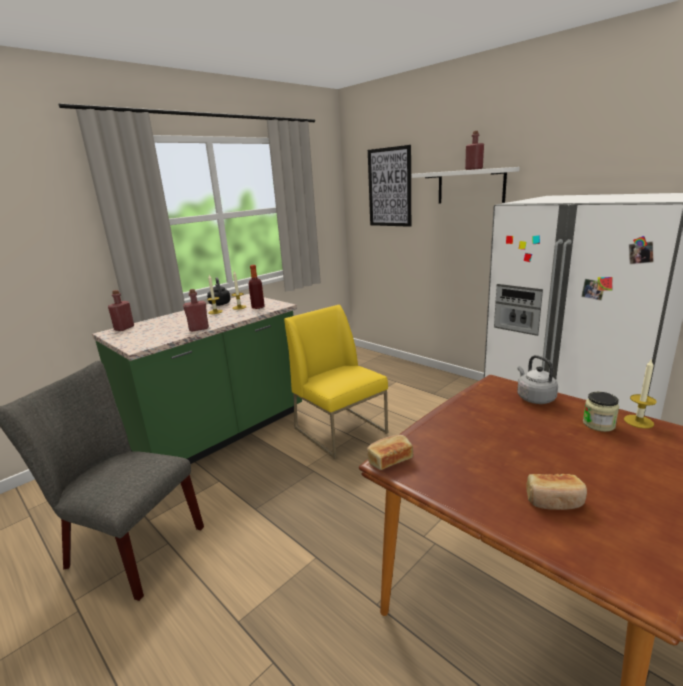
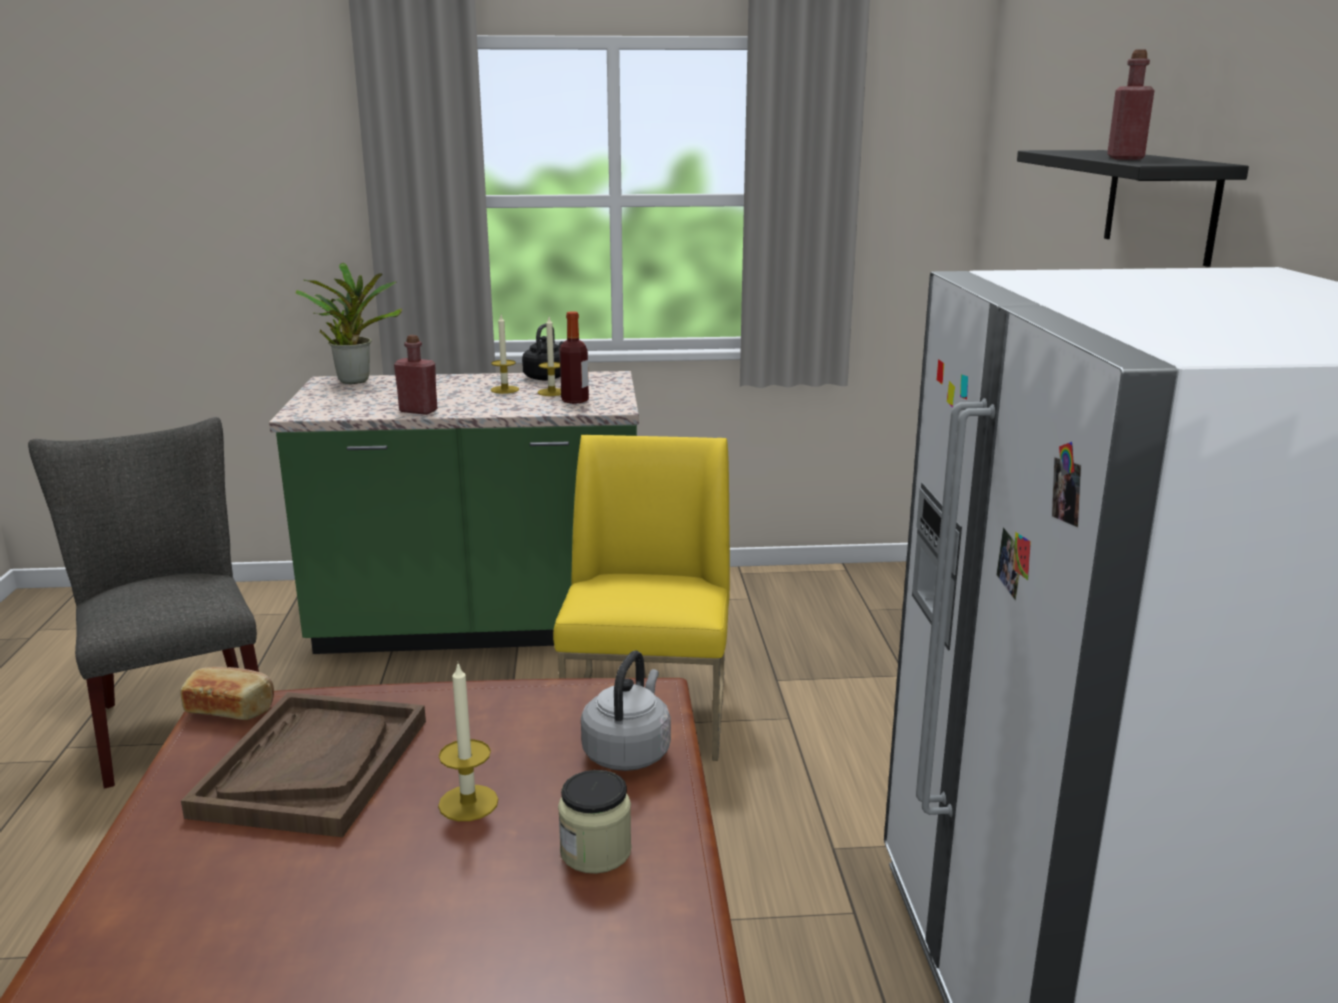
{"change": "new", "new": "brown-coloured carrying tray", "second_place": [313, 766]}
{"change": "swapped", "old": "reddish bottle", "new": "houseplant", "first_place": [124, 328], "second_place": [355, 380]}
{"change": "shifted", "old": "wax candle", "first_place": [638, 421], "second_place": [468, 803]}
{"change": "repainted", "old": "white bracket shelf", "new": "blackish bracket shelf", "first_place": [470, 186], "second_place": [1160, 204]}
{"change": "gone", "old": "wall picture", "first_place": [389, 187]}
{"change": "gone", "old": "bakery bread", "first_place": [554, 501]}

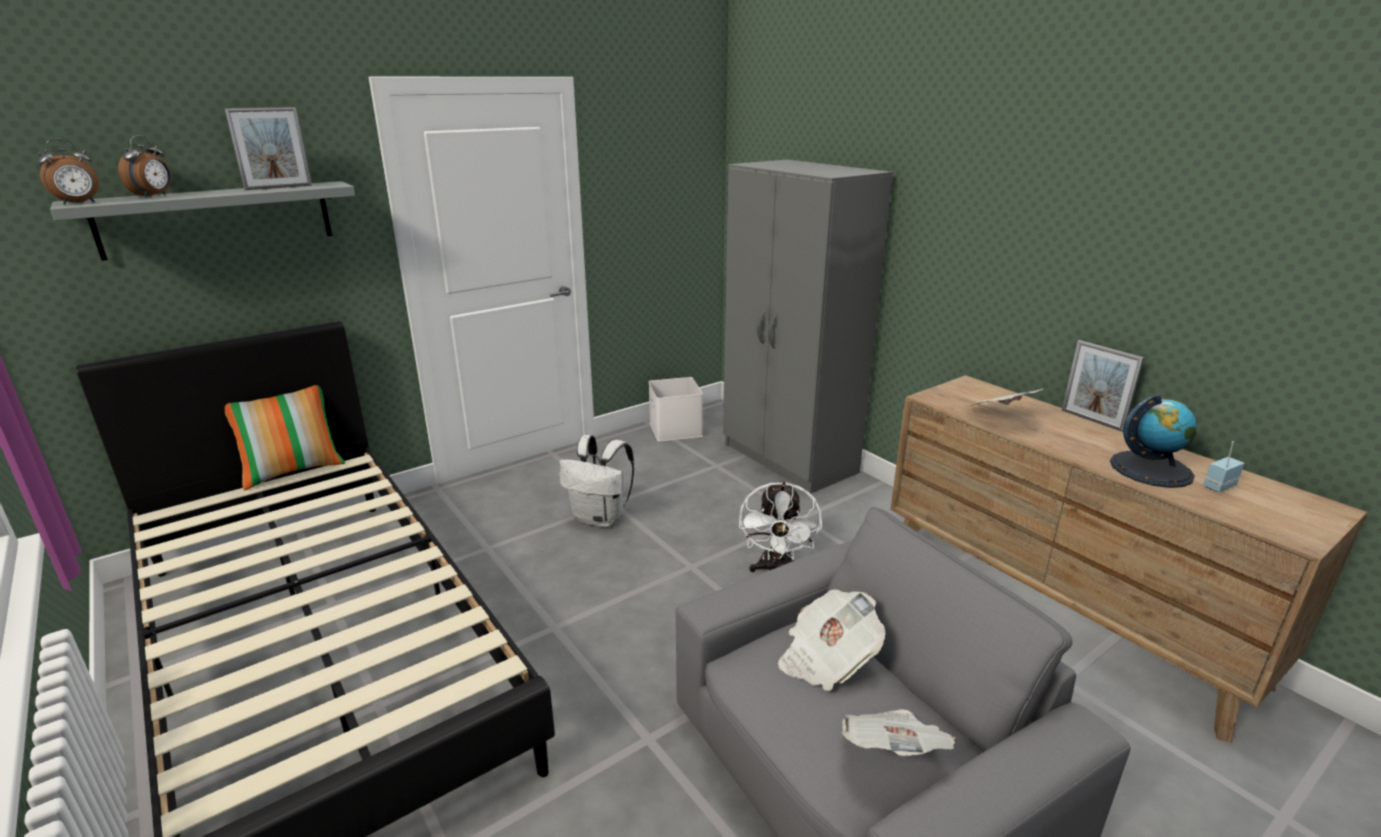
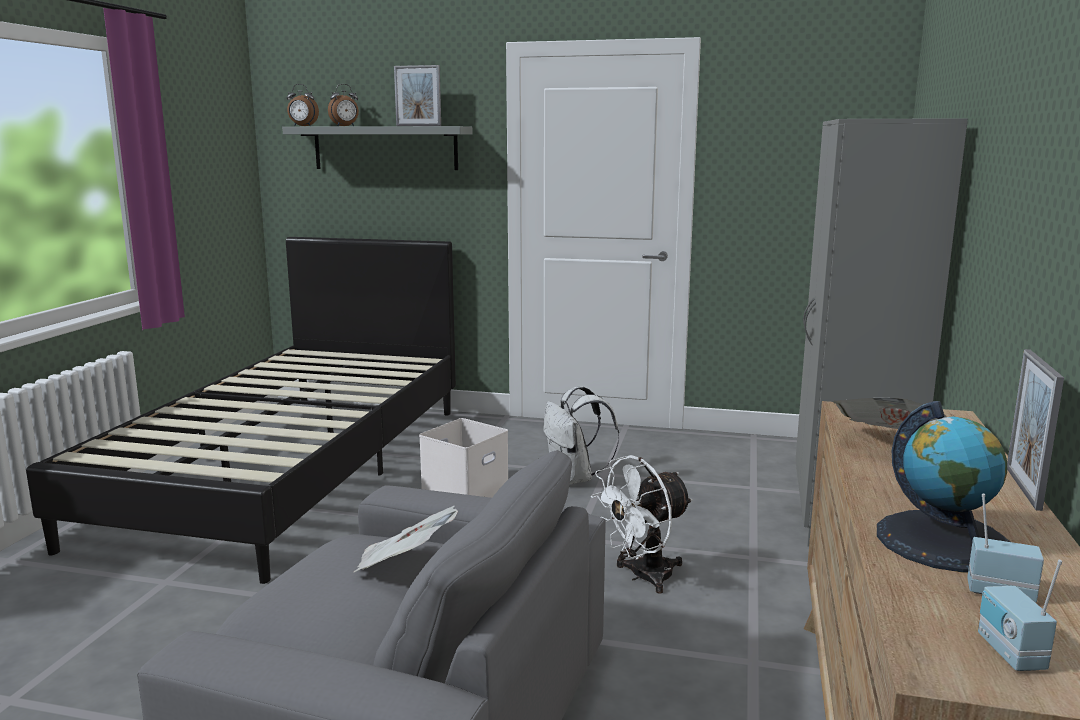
{"change": "shifted", "old": "white storage bin", "first_place": [674, 429], "second_place": [465, 491]}
{"change": "new", "new": "radio receiver", "second_place": [1008, 653]}
{"change": "gone", "old": "throw pillow", "first_place": [293, 470]}
{"change": "gone", "old": "printed paper", "first_place": [892, 752]}

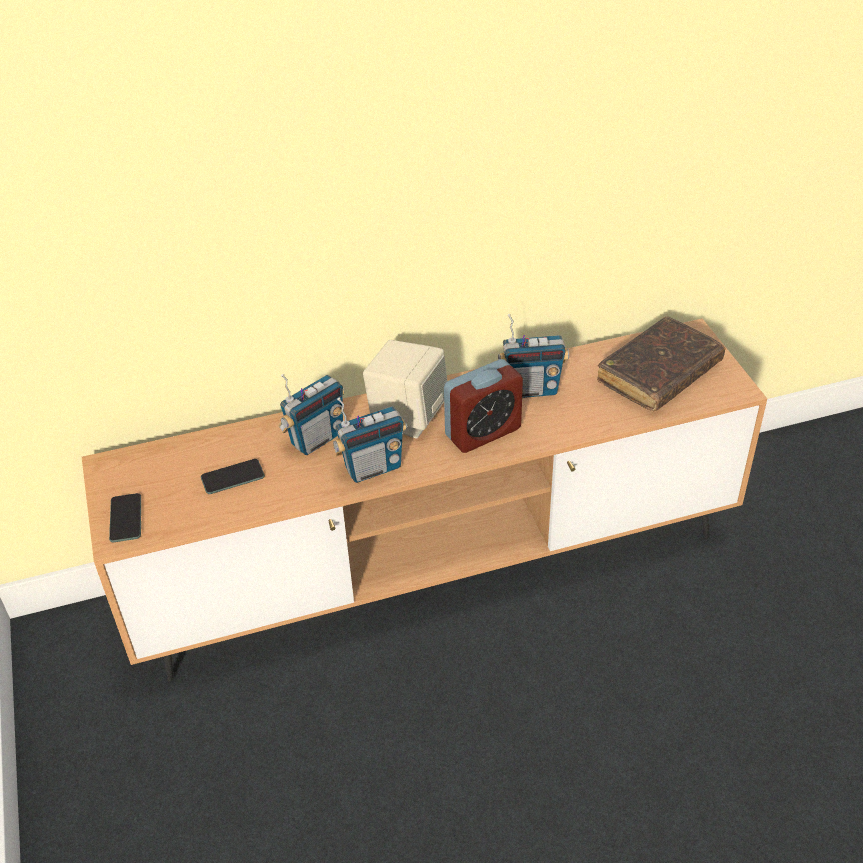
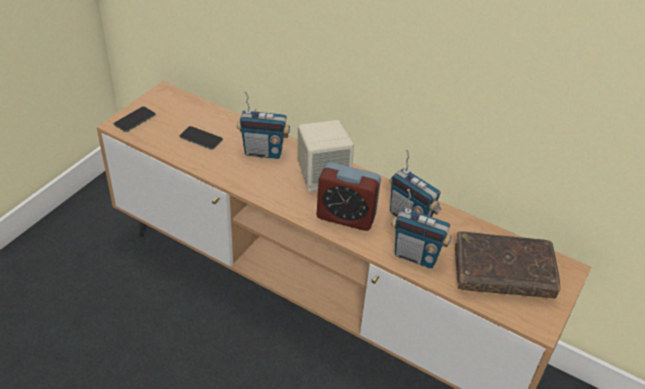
{"change": "shifted", "old": "radio receiver", "first_place": [372, 468], "second_place": [416, 256]}

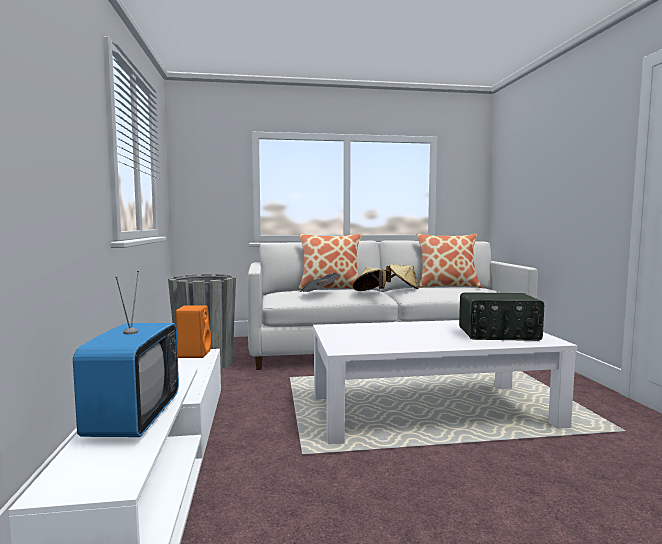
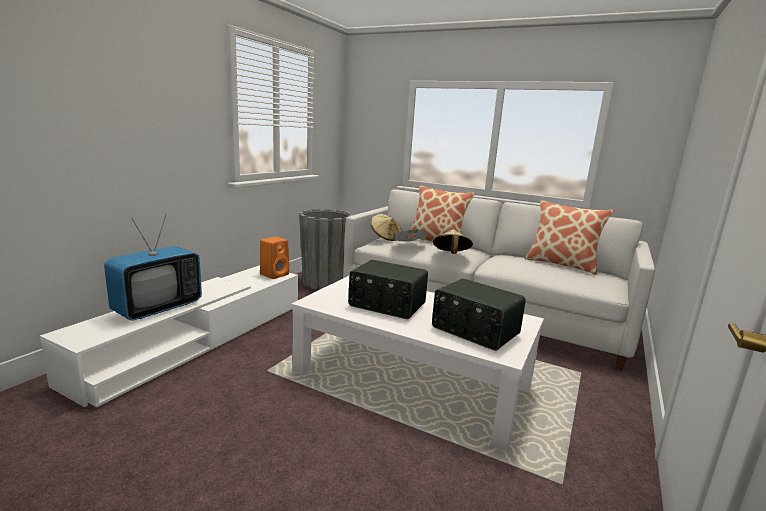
{"change": "new", "new": "radio receiver", "second_place": [386, 305]}
{"change": "shifted", "old": "sand-coloured wearable hat", "first_place": [403, 288], "second_place": [385, 237]}

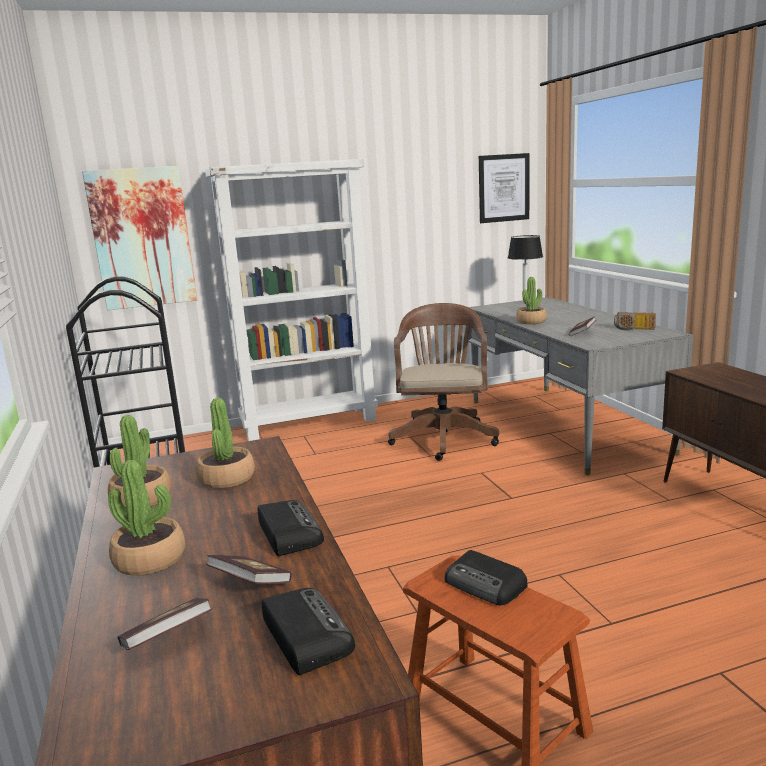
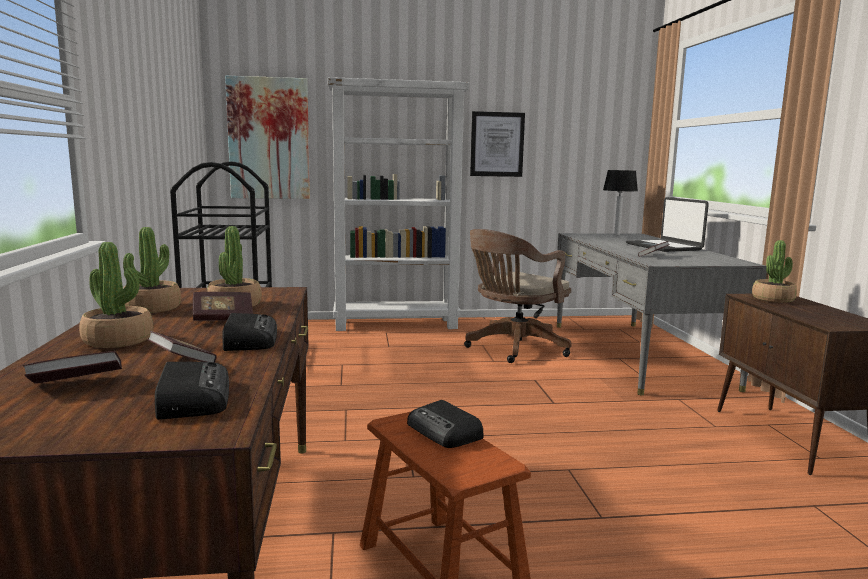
{"change": "new", "new": "bound book", "second_place": [223, 319]}
{"change": "rotated", "old": "brown-coloured office chair", "first_place": [444, 437], "second_place": [514, 348], "degrees": -150}
{"change": "shifted", "old": "wall picture", "first_place": [503, 188], "second_place": [497, 144]}
{"change": "new", "new": "notebook computer", "second_place": [664, 247]}
{"change": "shifted", "old": "houseplant", "first_place": [531, 321], "second_place": [773, 299]}
{"change": "gone", "old": "radio receiver", "first_place": [633, 329]}

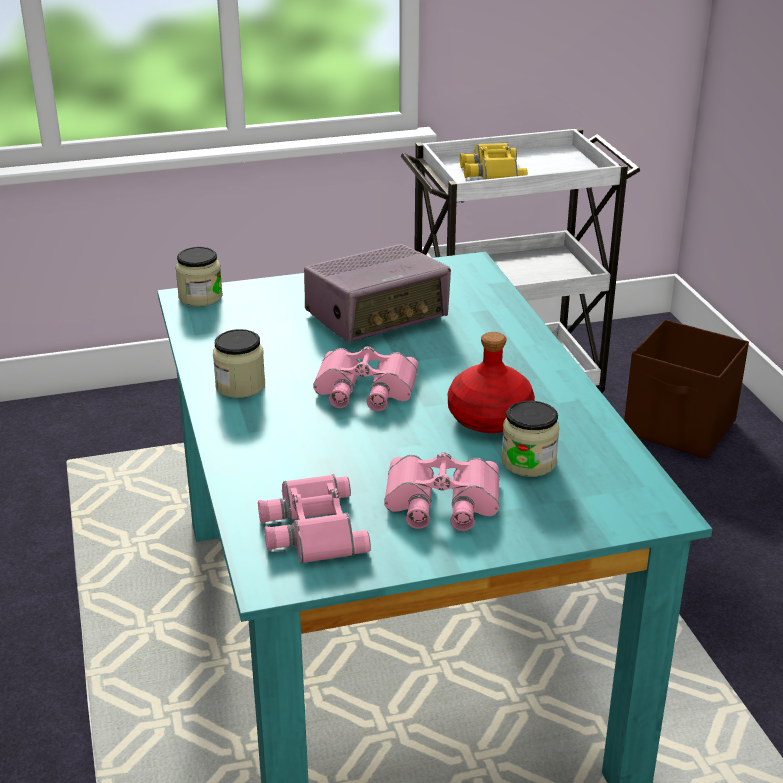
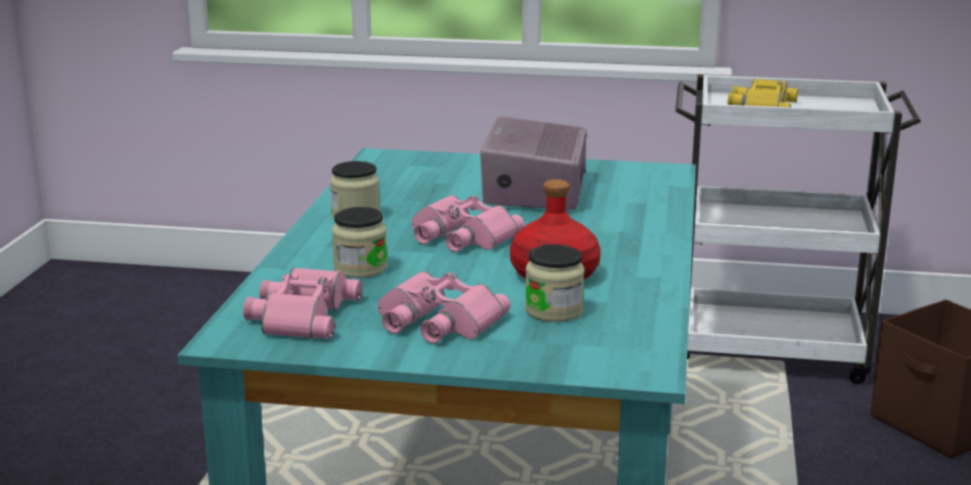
{"change": "shifted", "old": "storage jar", "first_place": [200, 297], "second_place": [360, 268]}
{"change": "rotated", "old": "radio receiver", "first_place": [377, 316], "second_place": [534, 191], "degrees": 105}

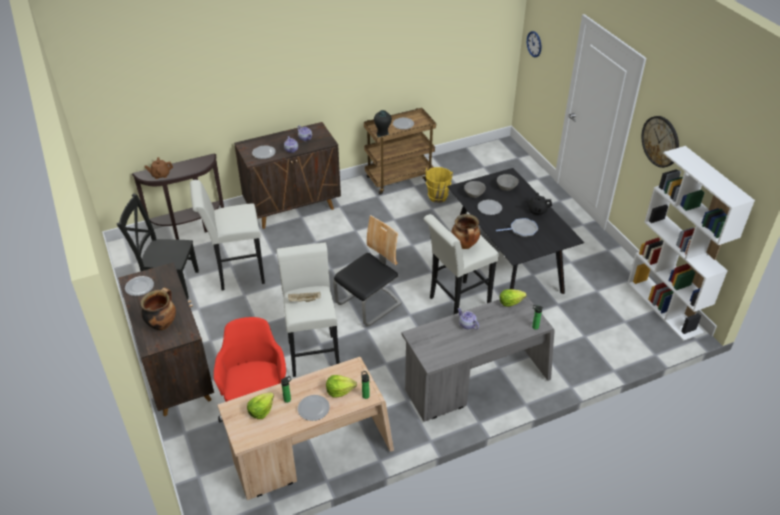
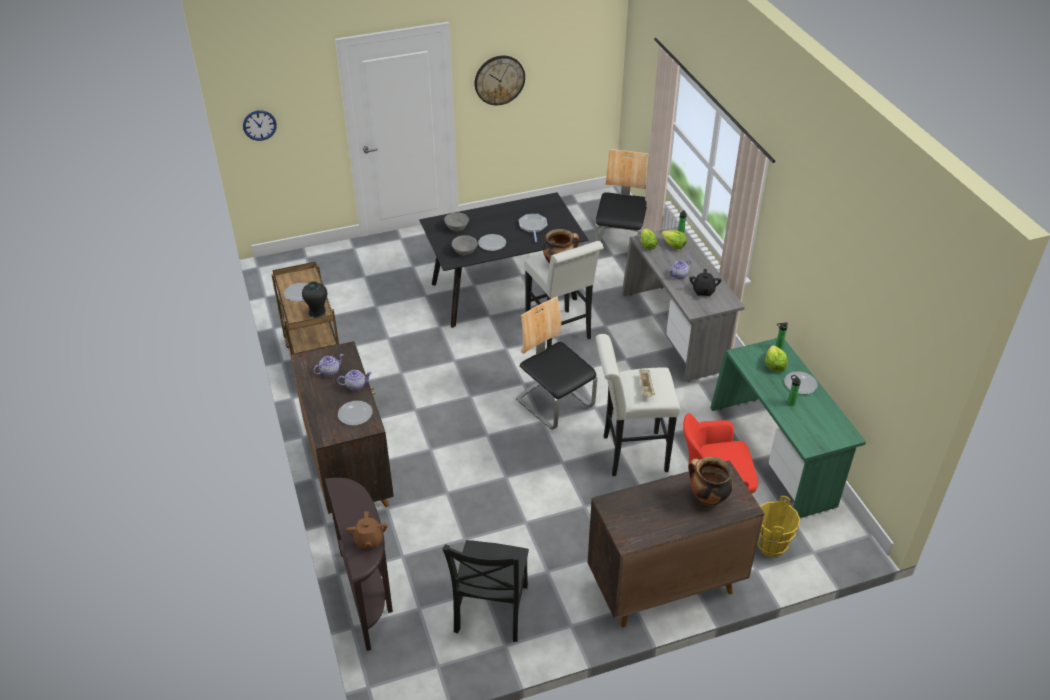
{"change": "new", "new": "chair", "second_place": [620, 243]}
{"change": "shifted", "old": "lettuce", "first_place": [261, 410], "second_place": [673, 245]}
{"change": "shifted", "old": "blackish tea pot", "first_place": [537, 211], "second_place": [703, 291]}
{"change": "repainted", "old": "sand-coloured desk unit", "new": "greenish desk unit", "first_place": [312, 455], "second_place": [774, 456]}
{"change": "shifted", "old": "yellow-coloured pail", "first_place": [437, 197], "second_place": [770, 545]}
{"change": "gone", "old": "dinner plate", "first_place": [139, 287]}
{"change": "gone", "old": "white stool", "first_place": [236, 273]}
{"change": "gone", "old": "white shelving unit", "first_place": [665, 307]}

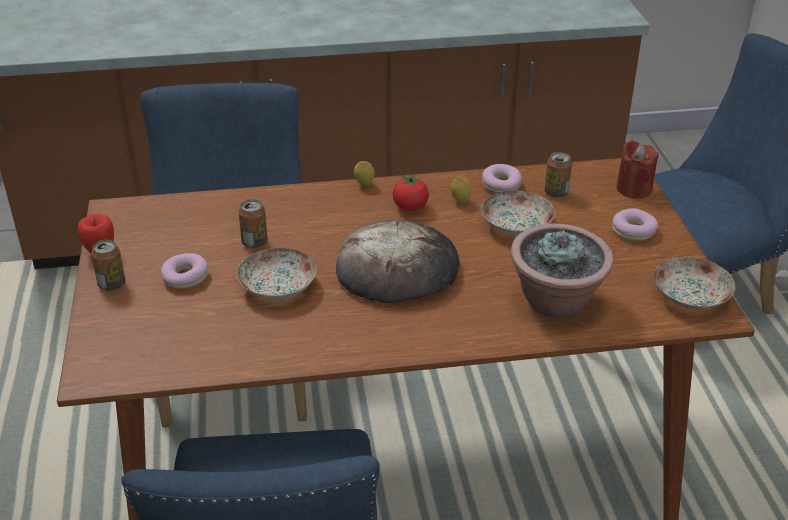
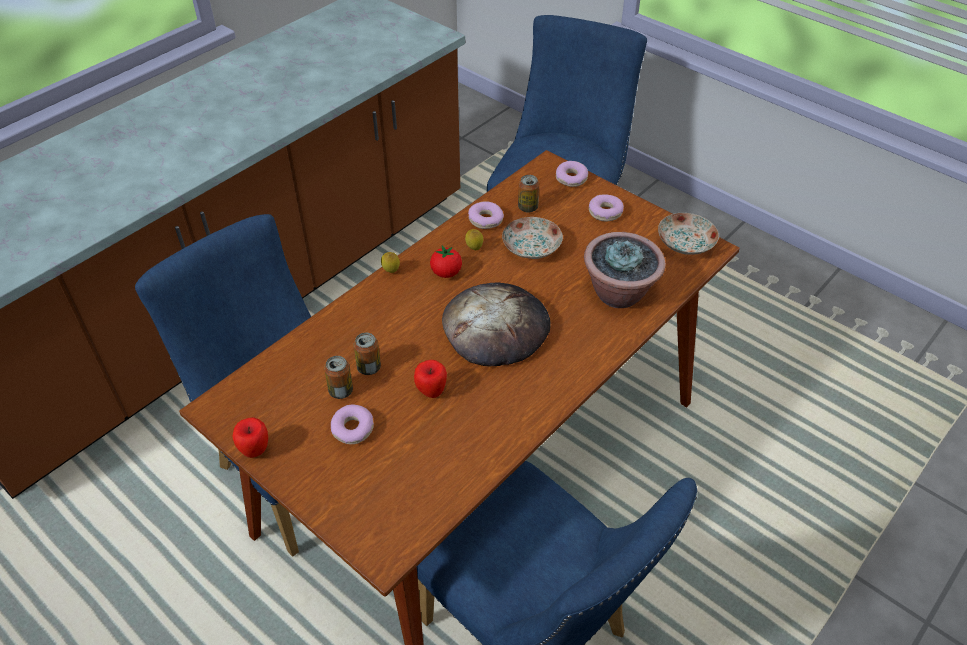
{"change": "shifted", "old": "can", "first_place": [112, 284], "second_place": [341, 391]}
{"change": "swapped", "old": "dinner plate", "new": "apple", "first_place": [279, 286], "second_place": [431, 392]}
{"change": "swapped", "old": "reddish wax candle", "new": "ring doughnut", "first_place": [634, 189], "second_place": [571, 178]}

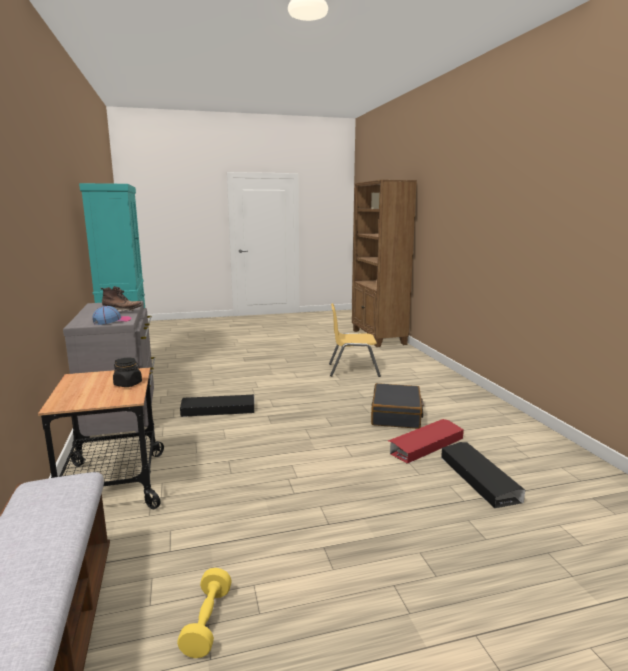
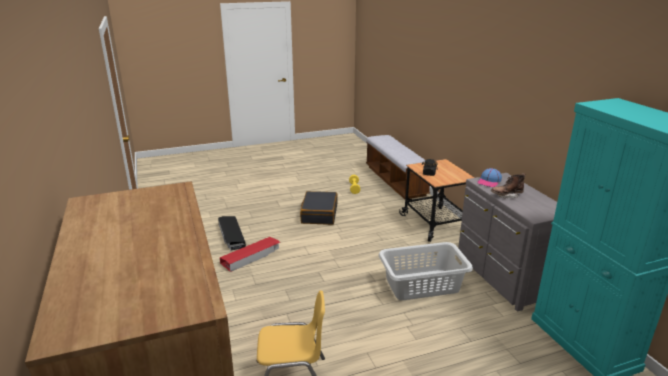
{"change": "shifted", "old": "blackish suitcase", "first_place": [396, 415], "second_place": [319, 214]}
{"change": "swapped", "old": "blackish storage bin", "new": "gray laundry basket", "first_place": [218, 410], "second_place": [423, 285]}

